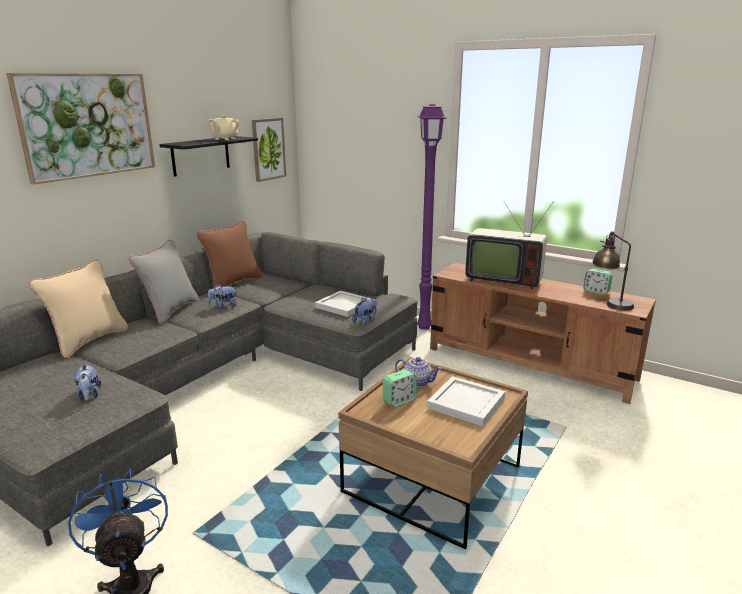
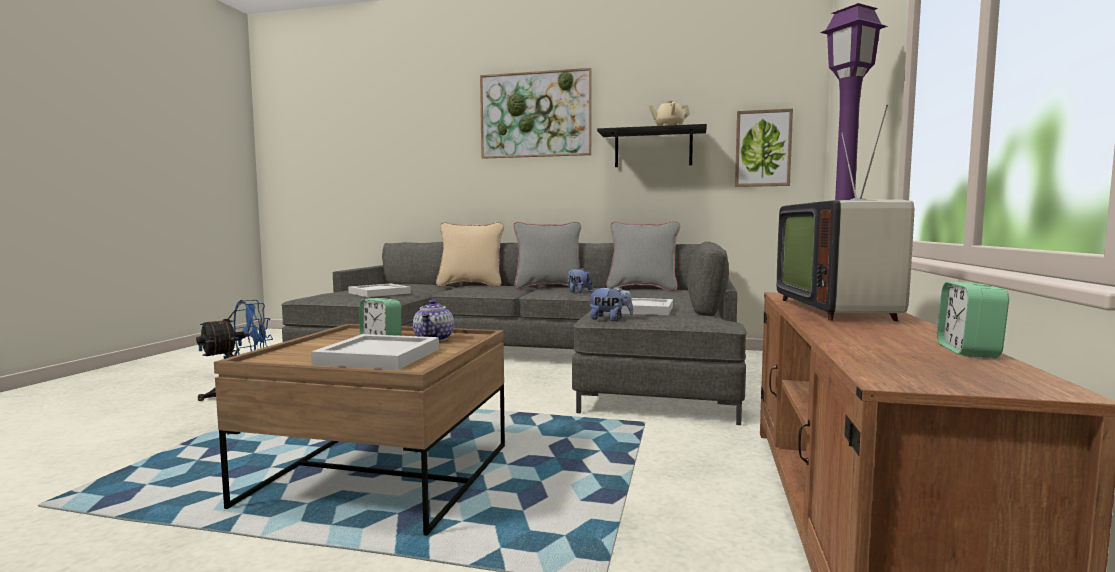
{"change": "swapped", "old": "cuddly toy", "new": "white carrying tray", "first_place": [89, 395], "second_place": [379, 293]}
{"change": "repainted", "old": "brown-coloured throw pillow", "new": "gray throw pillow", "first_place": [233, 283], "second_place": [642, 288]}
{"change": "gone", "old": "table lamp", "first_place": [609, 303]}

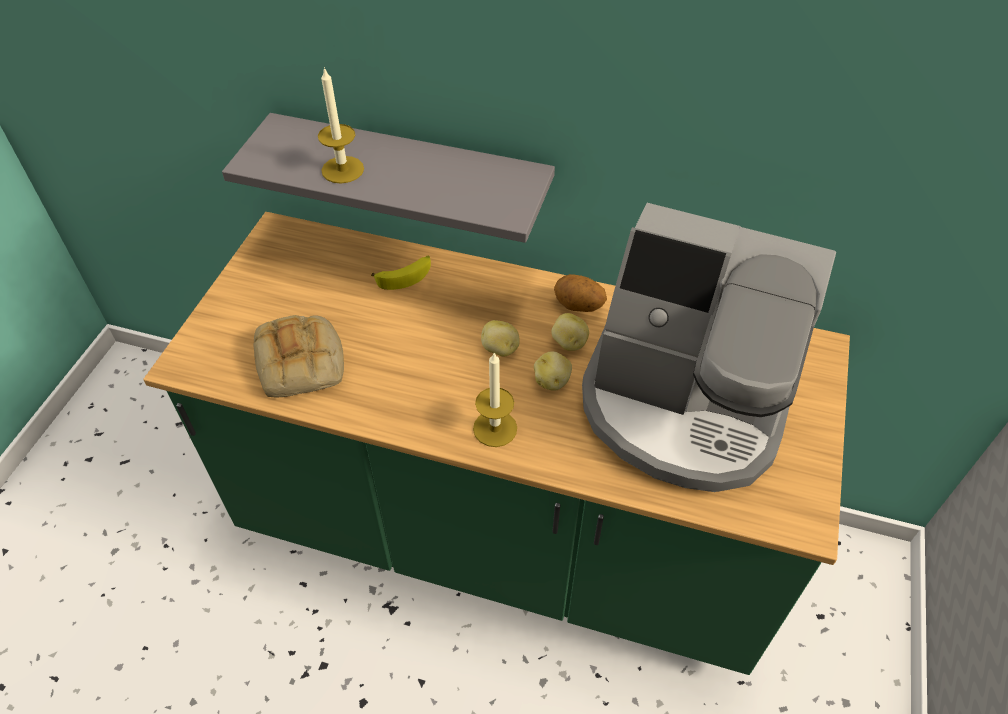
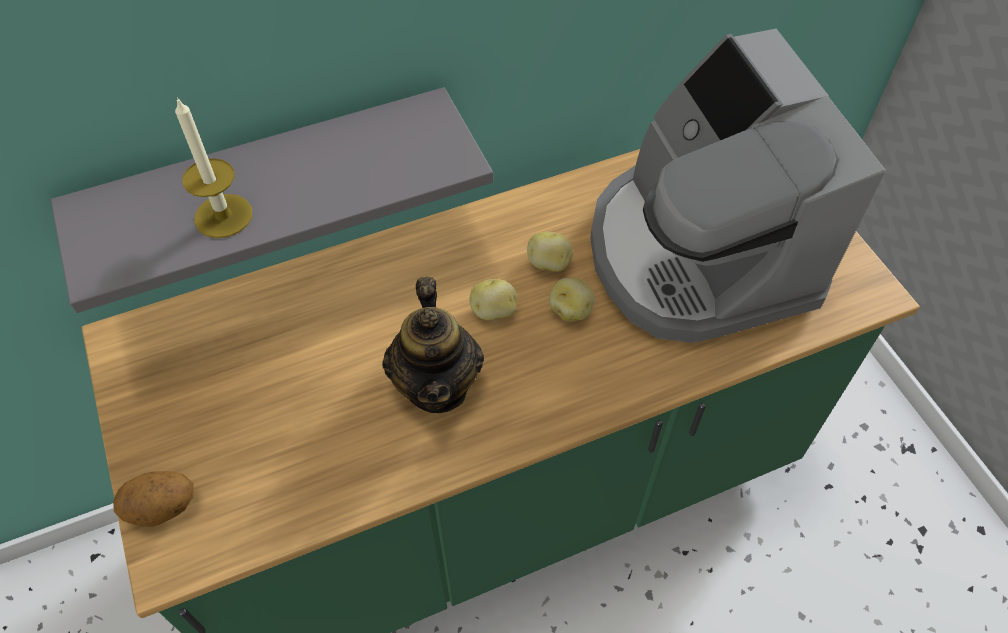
{"change": "shifted", "old": "spud", "first_place": [578, 307], "second_place": [162, 509]}
{"change": "new", "new": "tea pot", "second_place": [437, 385]}
{"change": "rotated", "old": "coffee brewer", "first_place": [684, 405], "second_place": [697, 255], "degrees": 90}
{"change": "gone", "old": "bakery bread", "first_place": [301, 362]}
{"change": "gone", "old": "whole banana", "first_place": [405, 276]}
{"change": "gone", "old": "wax candle", "first_place": [495, 428]}

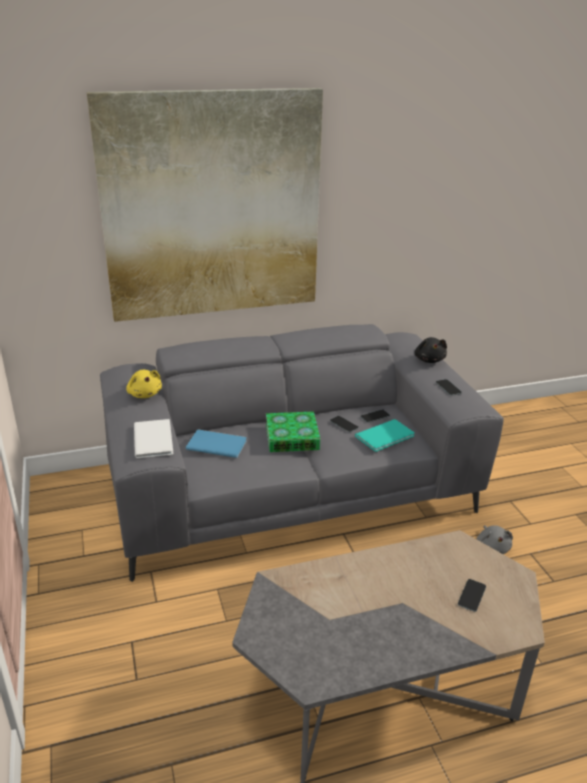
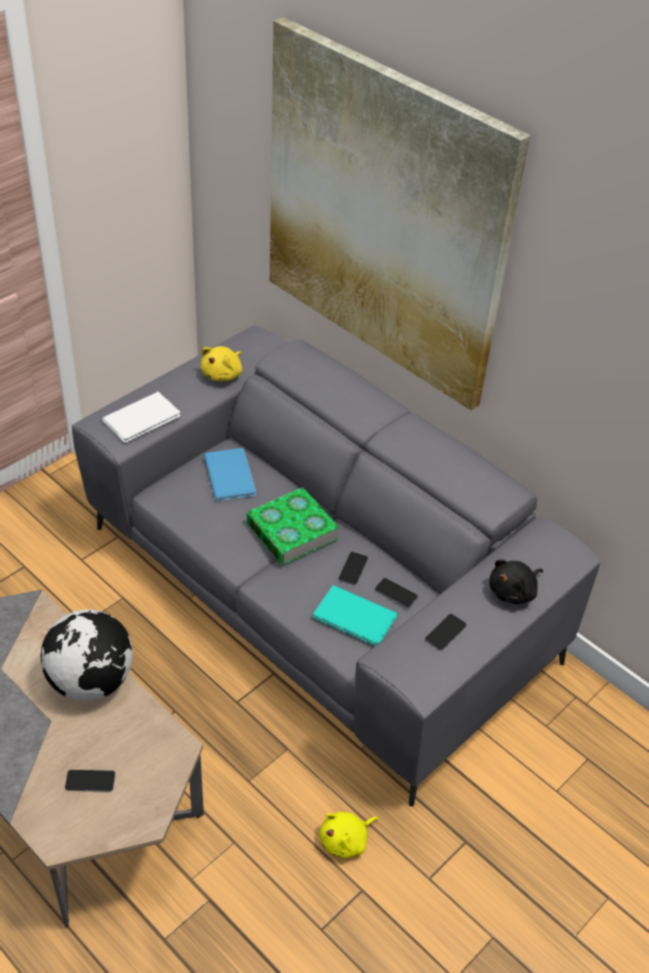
{"change": "new", "new": "globe", "second_place": [92, 681]}
{"change": "repainted", "old": "gray cuddly toy", "new": "yellow-coloured cuddly toy", "first_place": [492, 547], "second_place": [346, 840]}

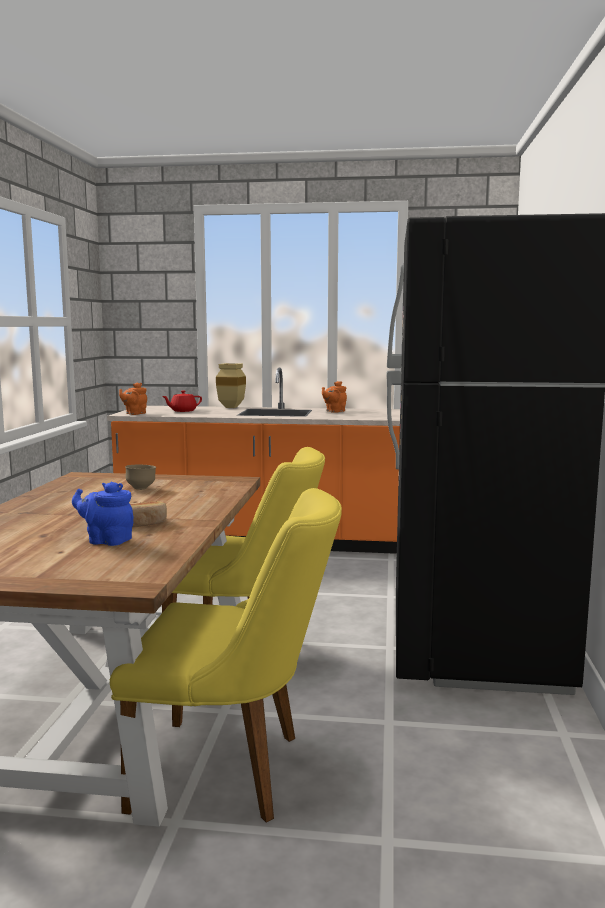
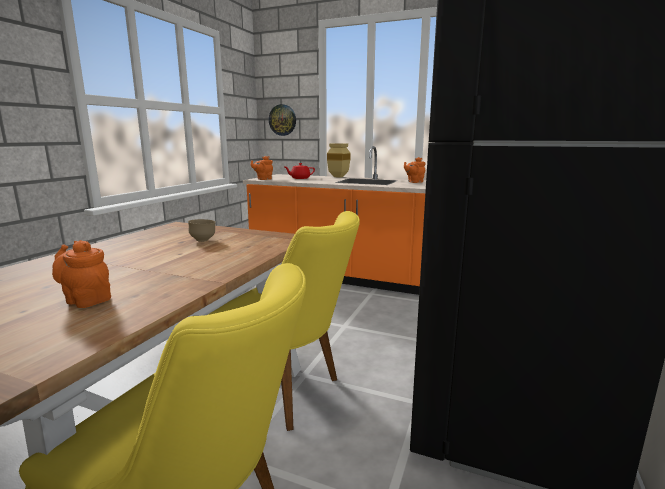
{"change": "repainted", "old": "blue-coloured tea pot", "new": "orange-coloured tea pot", "first_place": [106, 540], "second_place": [86, 300]}
{"change": "new", "new": "hanging clock", "second_place": [282, 120]}
{"change": "gone", "old": "bakery bread", "first_place": [143, 523]}

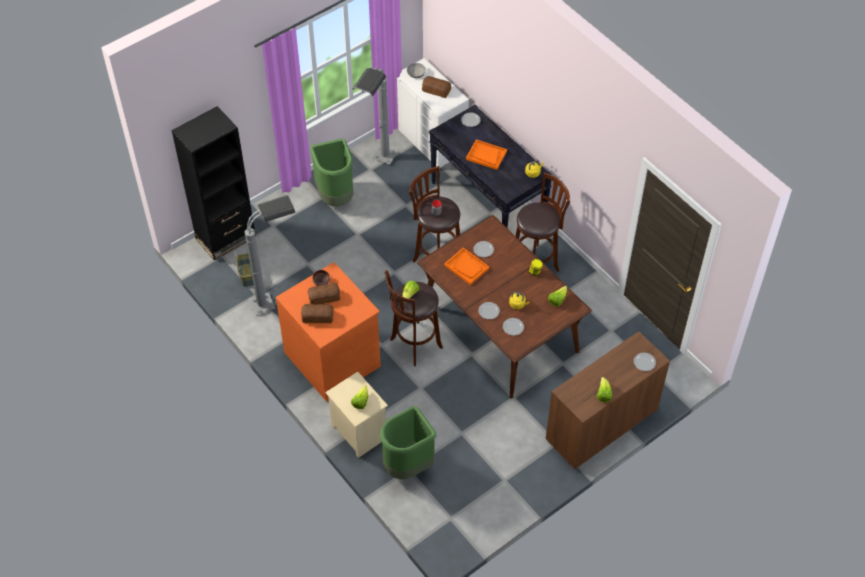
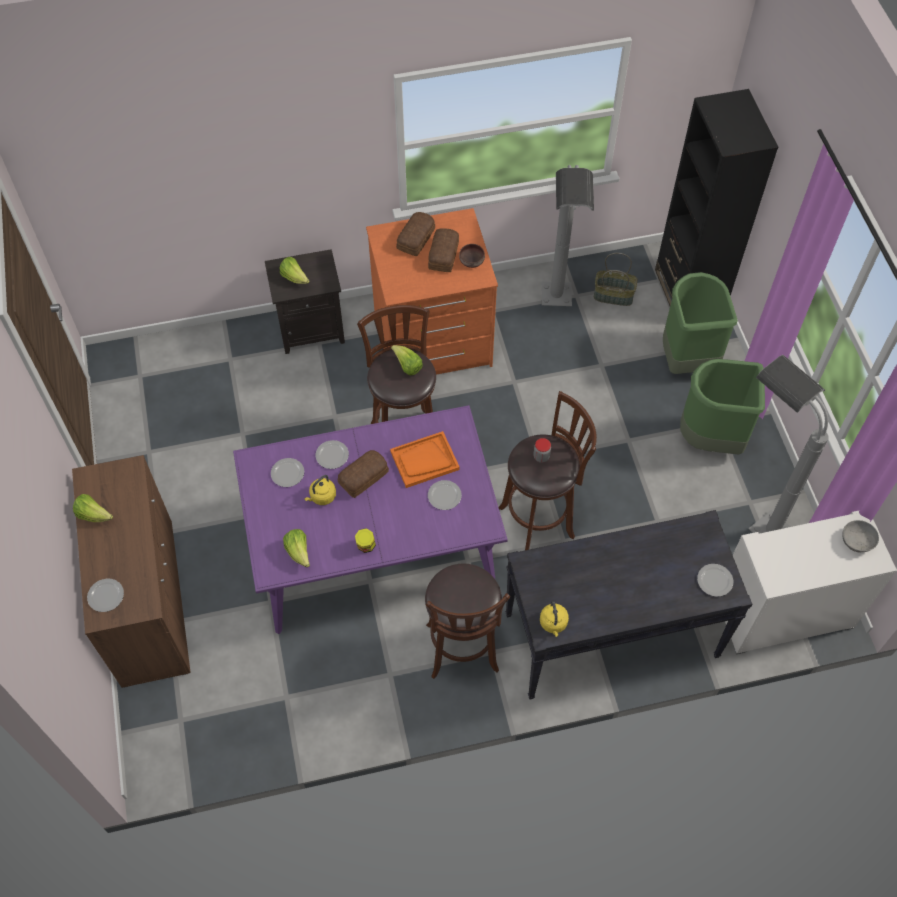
{"change": "repainted", "old": "brown-coloured kitchen table", "new": "purplish kitchen table", "first_place": [499, 328], "second_place": [374, 547]}
{"change": "repainted", "old": "sand-coloured night table", "new": "blackish night table", "first_place": [358, 432], "second_place": [312, 328]}
{"change": "shifted", "old": "bakery bread", "first_place": [436, 89], "second_place": [364, 477]}
{"change": "shifted", "old": "greenish waste bin", "first_place": [408, 466], "second_place": [686, 359]}
{"change": "gone", "old": "orange-coloured carrying tray", "first_place": [486, 155]}

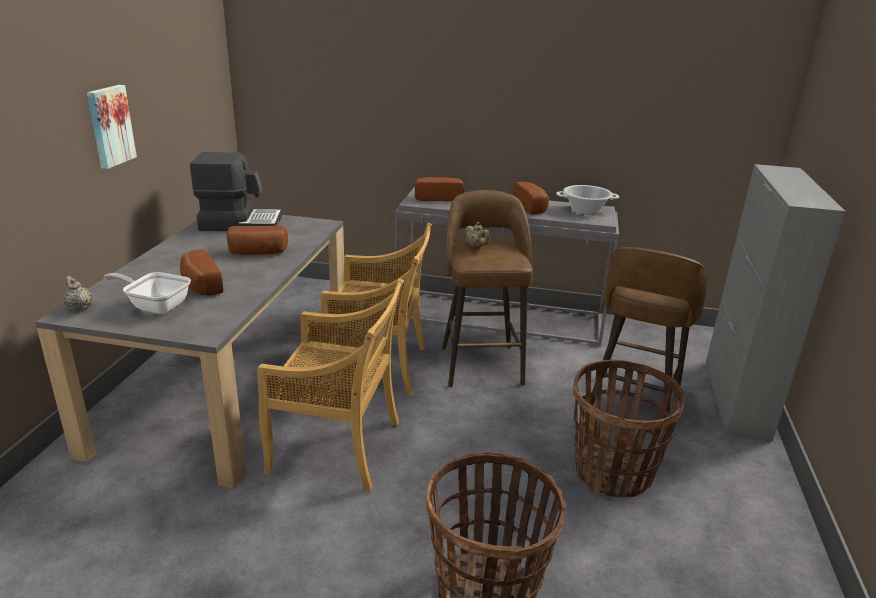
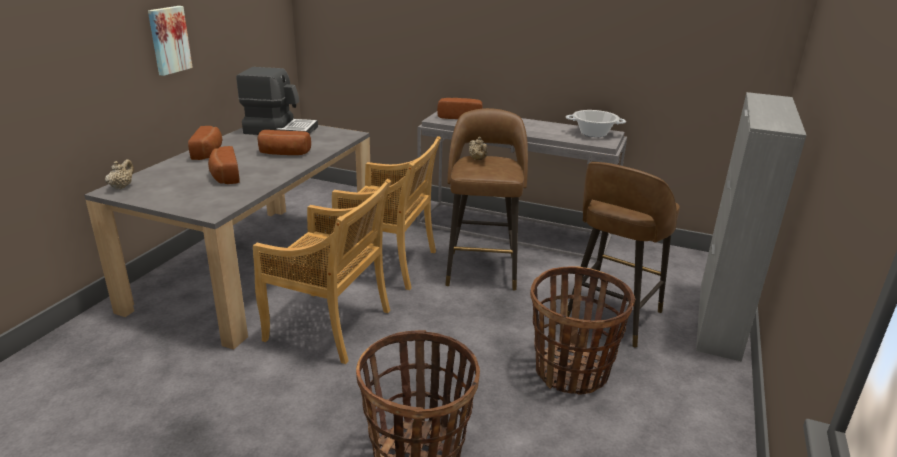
{"change": "rotated", "old": "sand-coloured tea pot", "first_place": [79, 308], "second_place": [122, 187], "degrees": 45}
{"change": "shifted", "old": "bakery bread", "first_place": [532, 207], "second_place": [209, 152]}
{"change": "gone", "old": "pan", "first_place": [155, 306]}

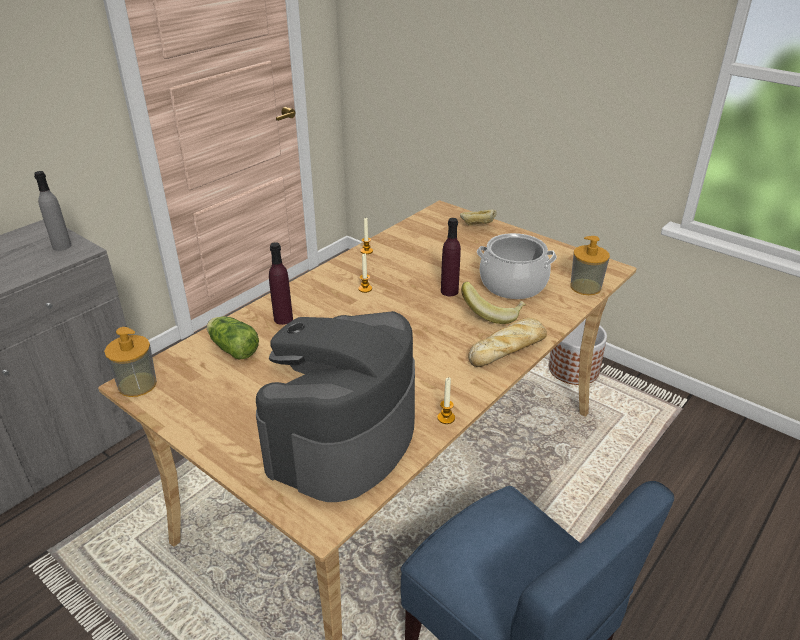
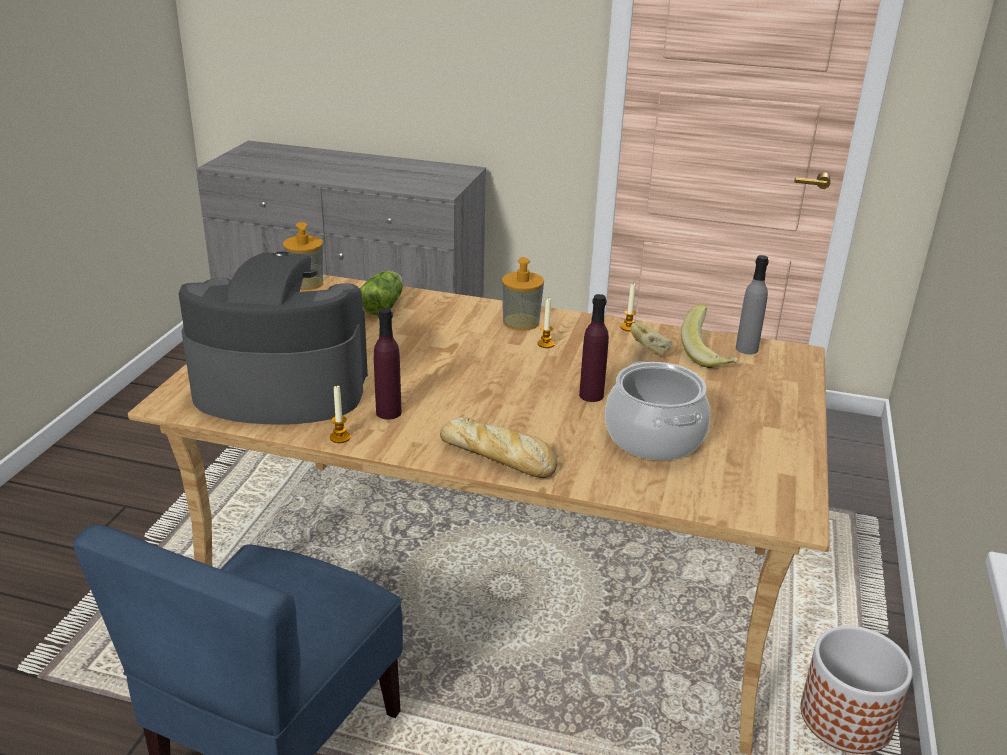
{"change": "shifted", "old": "purplish bottle", "first_place": [283, 319], "second_place": [388, 412]}
{"change": "shifted", "old": "soap bottle", "first_place": [585, 287], "second_place": [521, 322]}
{"change": "shifted", "old": "bakery bread", "first_place": [477, 227], "second_place": [648, 353]}
{"change": "shifted", "old": "whole banana", "first_place": [492, 314], "second_place": [709, 355]}
{"change": "shifted", "old": "gray bottle", "first_place": [62, 246], "second_place": [746, 349]}

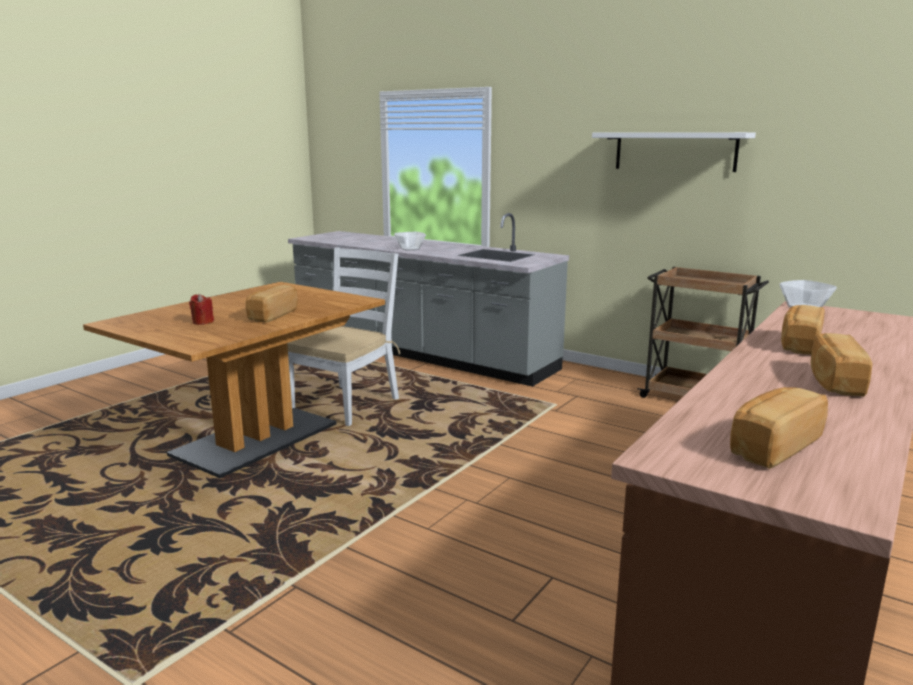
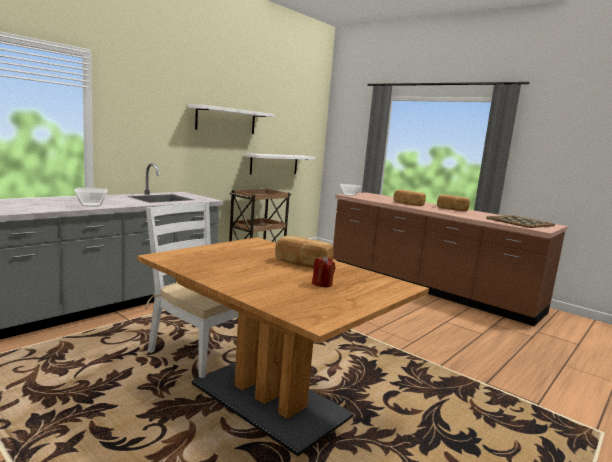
{"change": "new", "new": "white bracket shelf", "second_place": [274, 164]}
{"change": "swapped", "old": "bakery bread", "new": "carrying tray", "first_place": [772, 447], "second_place": [519, 222]}

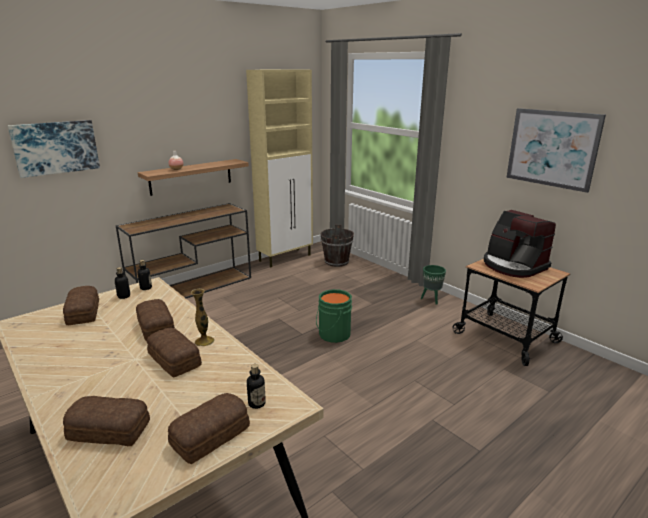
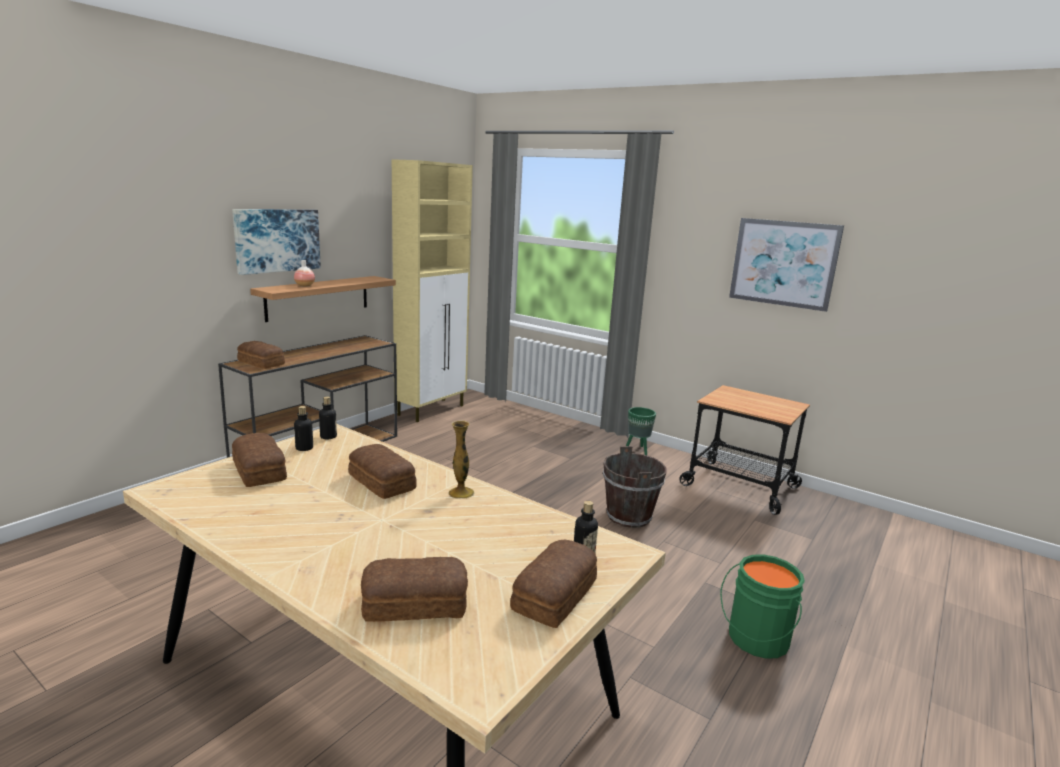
{"change": "shifted", "old": "wall picture", "first_place": [55, 147], "second_place": [277, 240]}
{"change": "shifted", "old": "bakery bread", "first_place": [174, 360], "second_place": [261, 363]}
{"change": "shifted", "old": "brown-coloured pail", "first_place": [337, 262], "second_place": [629, 517]}
{"change": "shifted", "old": "greenish pail", "first_place": [332, 334], "second_place": [755, 639]}
{"change": "gone", "old": "coffee brewer", "first_place": [513, 266]}

